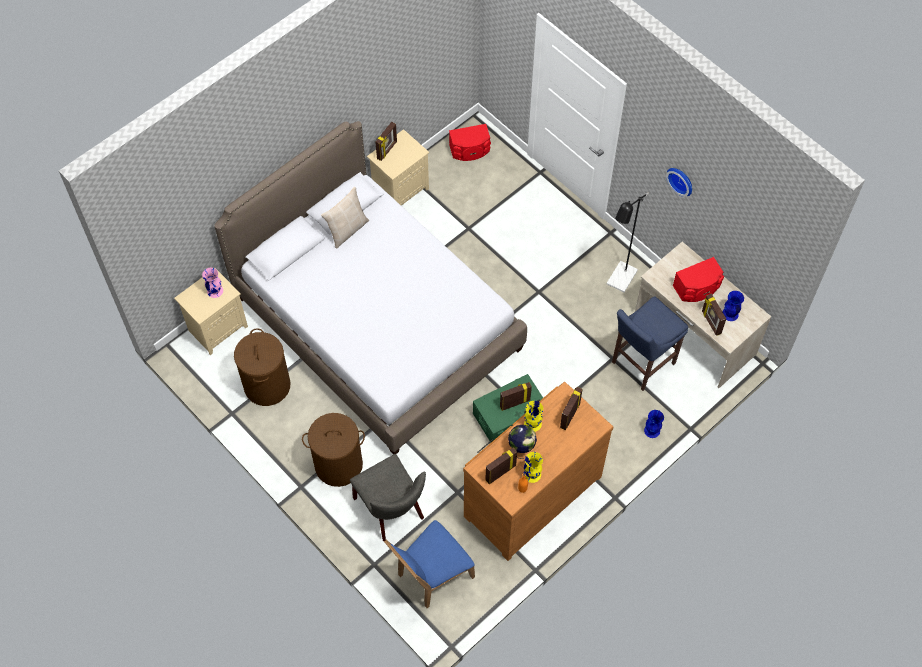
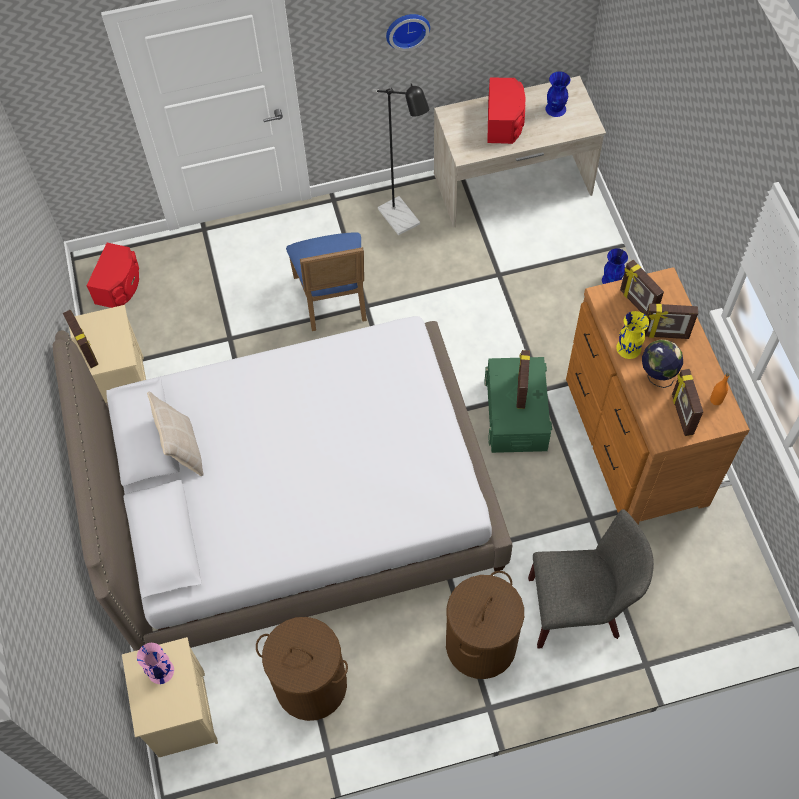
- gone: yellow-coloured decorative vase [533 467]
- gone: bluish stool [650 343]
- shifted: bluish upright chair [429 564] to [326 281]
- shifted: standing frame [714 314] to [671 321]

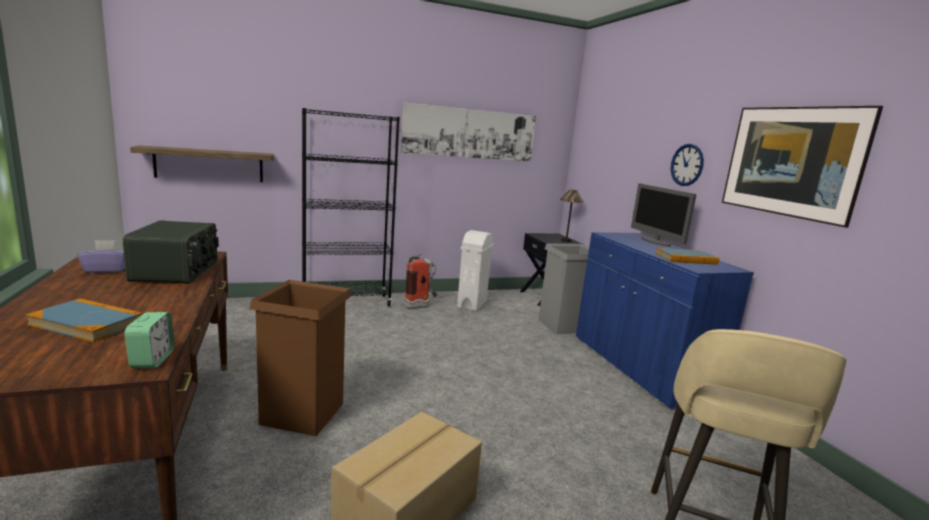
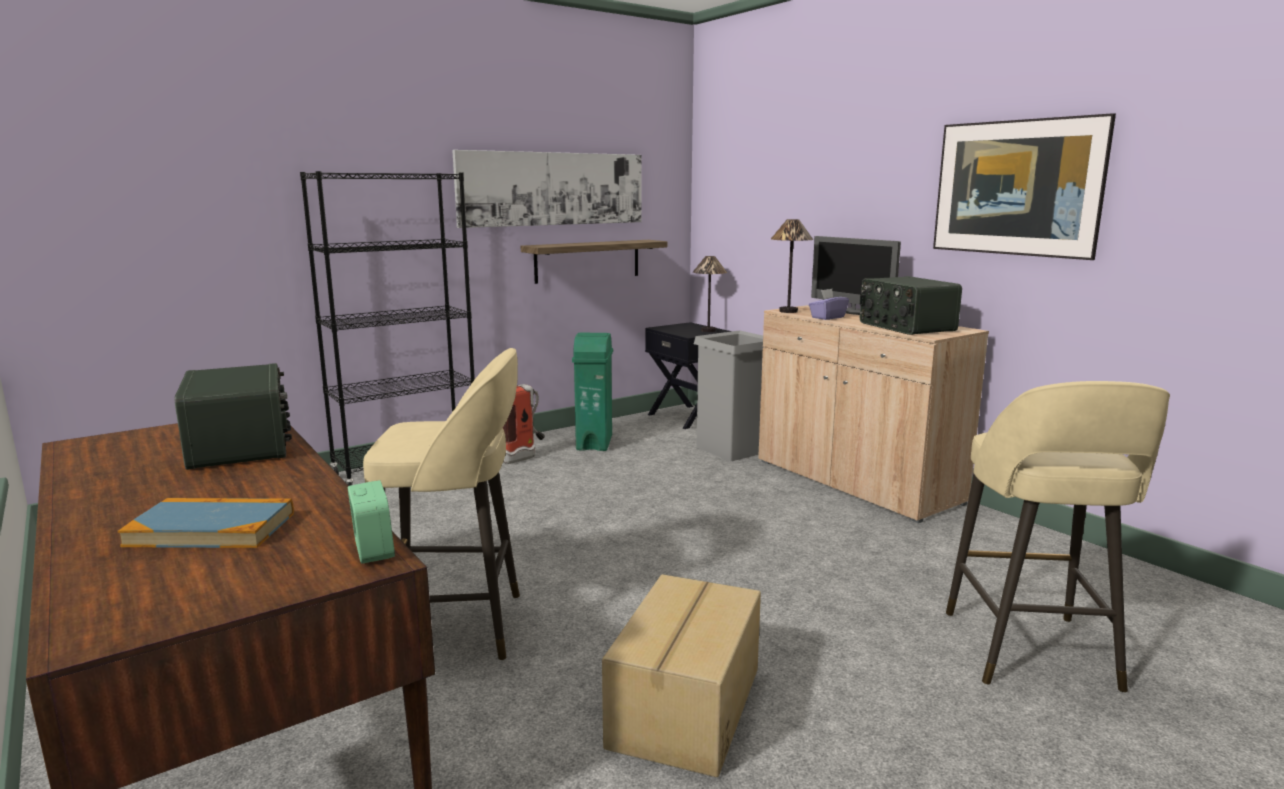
- gone: clock on the wall [687 165]
- new: tabletop lamp [792 266]
- shifted: purple-coloured tissue box [101 256] to [829 304]
- shifted: bracket shelf [202 164] to [594 262]
- swapped: brown-coloured waste bin [300 358] to beige-coloured stool [441 504]
- swapped: book [688 256] to radio set [911 305]
- repainted: white-coloured waste bin [475 270] to green waste bin [592 392]
- repainted: bluish storage cabinet [665 321] to beige-coloured storage cabinet [873 414]

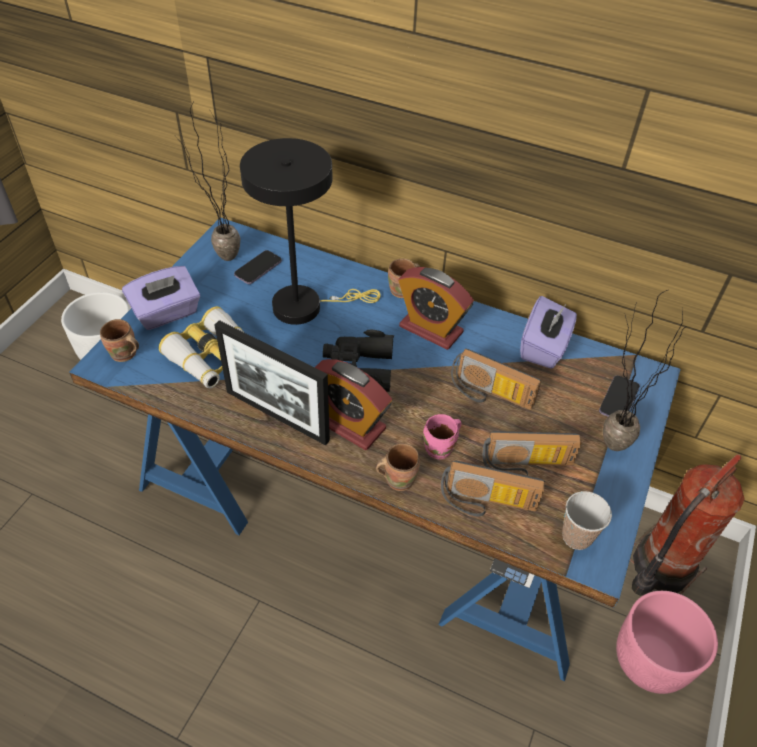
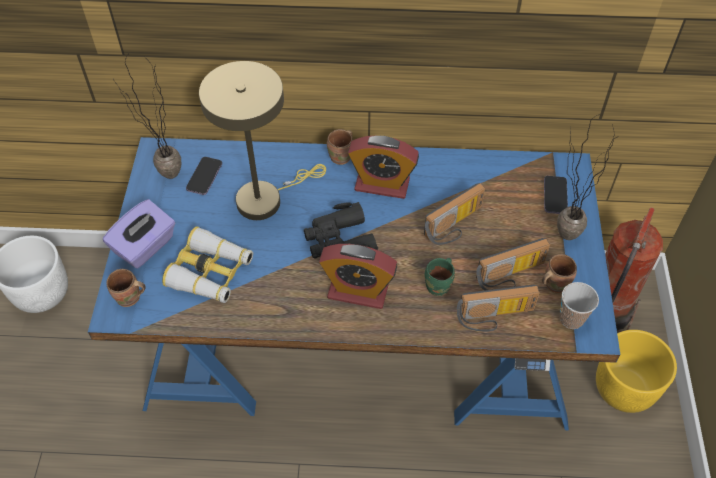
- gone: standing frame [272 382]
- gone: purple-coloured tissue box [548 332]
- shifted: brown-coloured coffee mug [398 467] to [559 273]
- repainted: black-coloured tabletop lamp [310 231] to beige-coloured tabletop lamp [262 140]
- repainted: pink coffee mug [442 437] to green coffee mug [440 277]
- repainted: pink flower pot [667 642] to yellow-coloured flower pot [636 371]
- rotated: radio set [496 379] = [454 214] 45 degrees counterclockwise

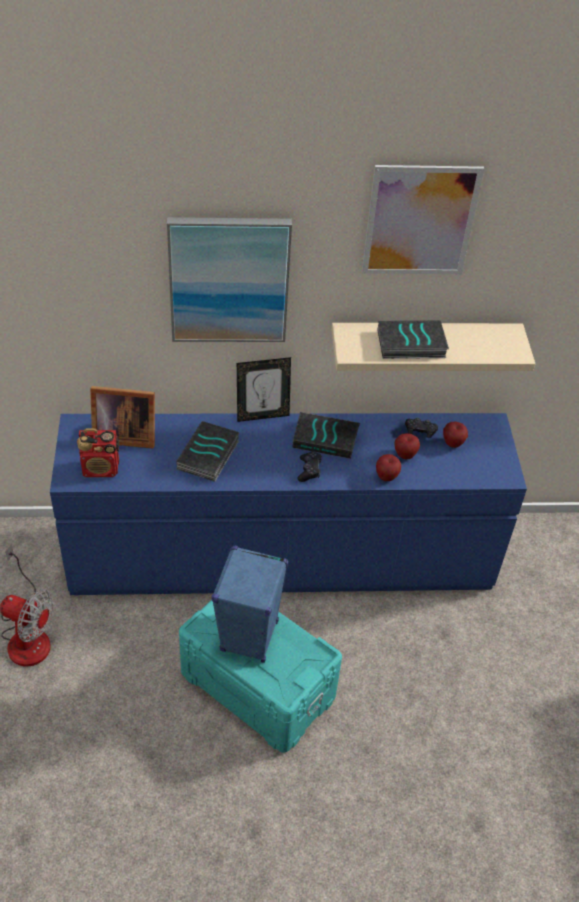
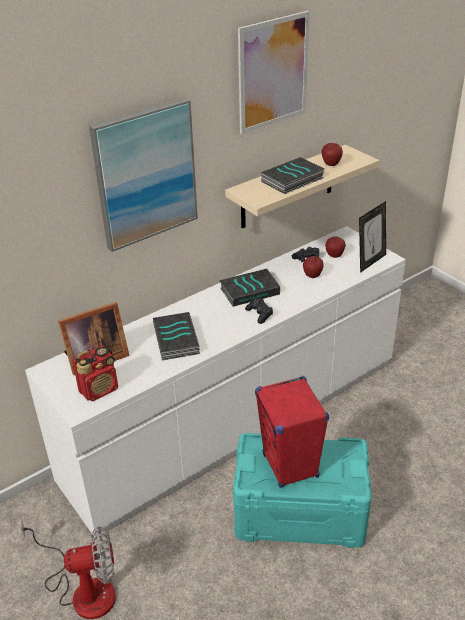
- shifted: standing frame [264 389] to [372 237]
- shifted: apple fruit [388 467] to [332 154]
- repainted: bluish chest of drawers [288 504] to white-coloured chest of drawers [215 381]
- repainted: bluish audio speaker [249 604] to reddish audio speaker [292 432]

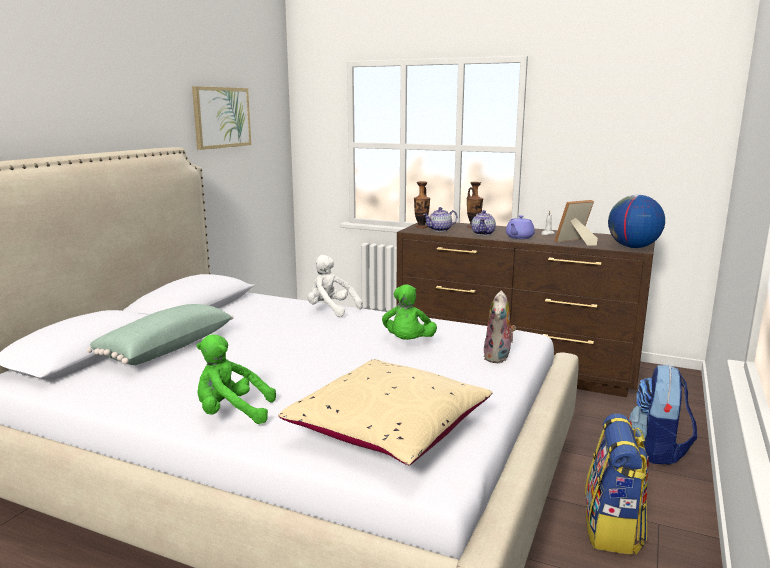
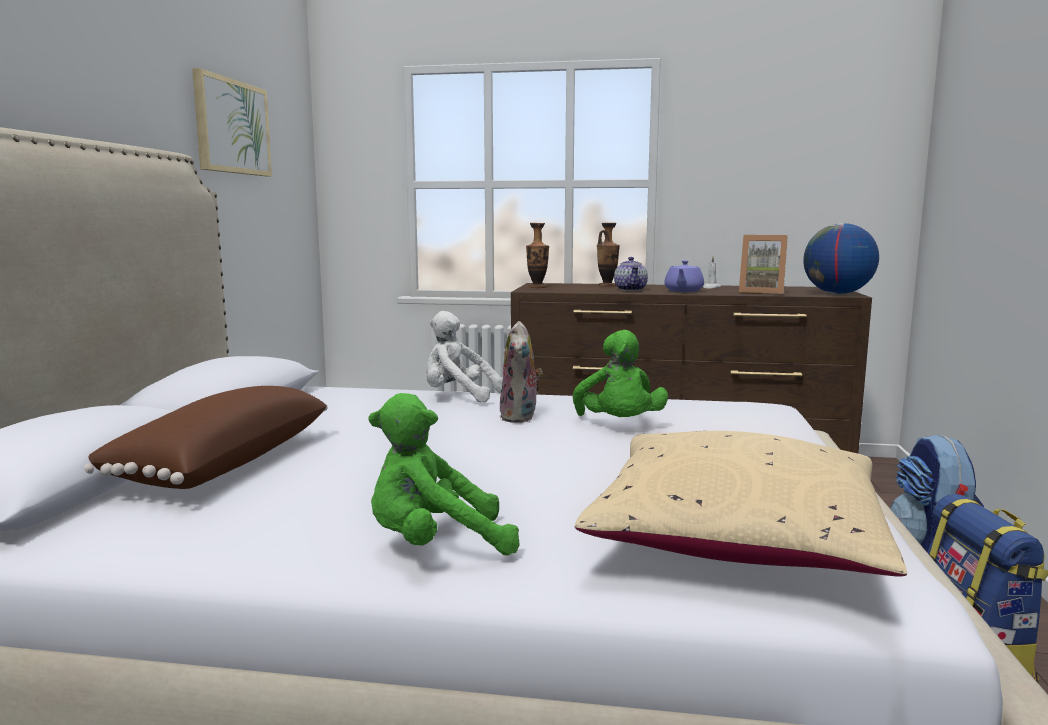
- gone: teapot [440 219]
- shifted: soft toy [500 327] to [521 372]
- repainted: green throw pillow [160 334] to brown-coloured throw pillow [206 437]
- rotated: standing frame [576 223] = [763 265] 120 degrees counterclockwise

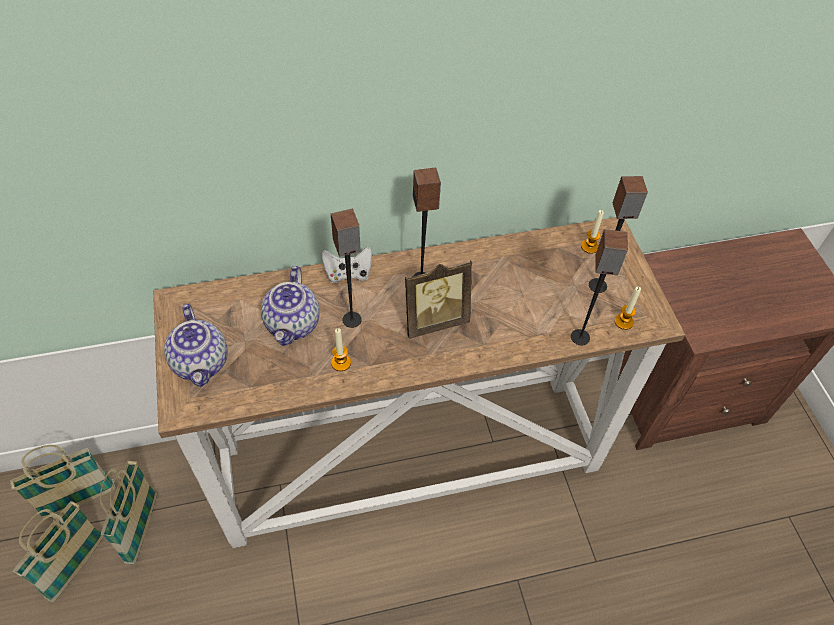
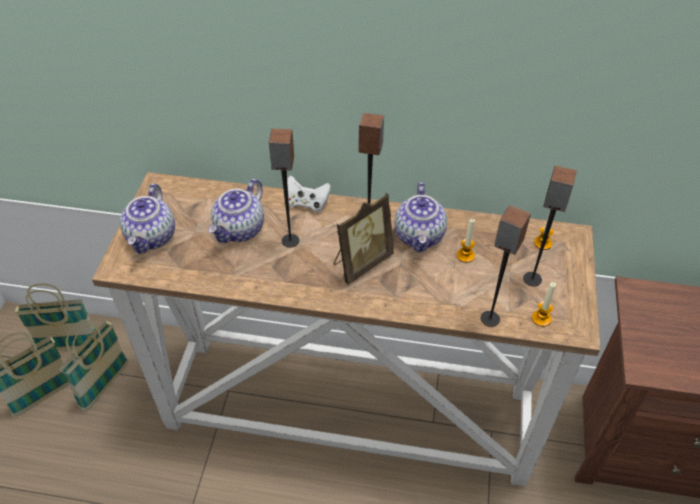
- new: teapot [420 217]
- shifted: candle [341 349] to [466 241]
- rotated: standing frame [438 299] = [364 239] 45 degrees counterclockwise

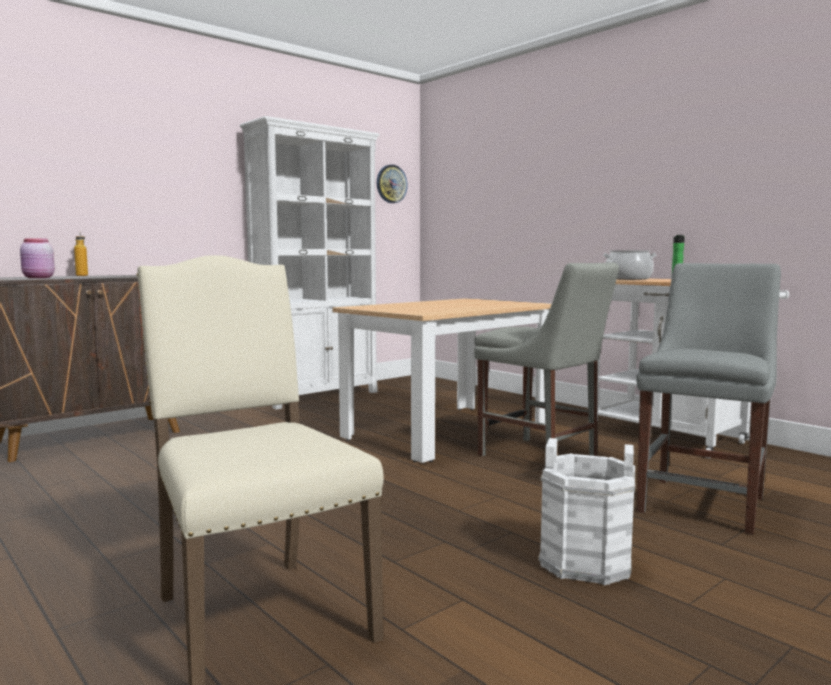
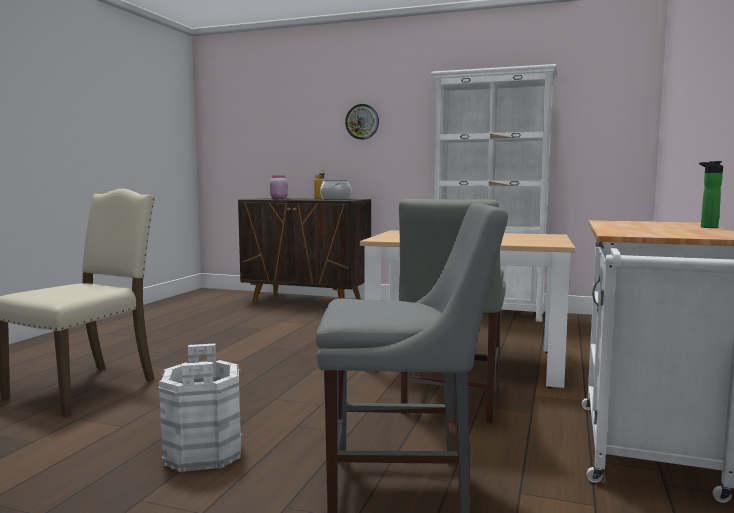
- shifted: clock on the wall [392 184] to [362 122]
- shifted: saucepot [630 265] to [336 190]

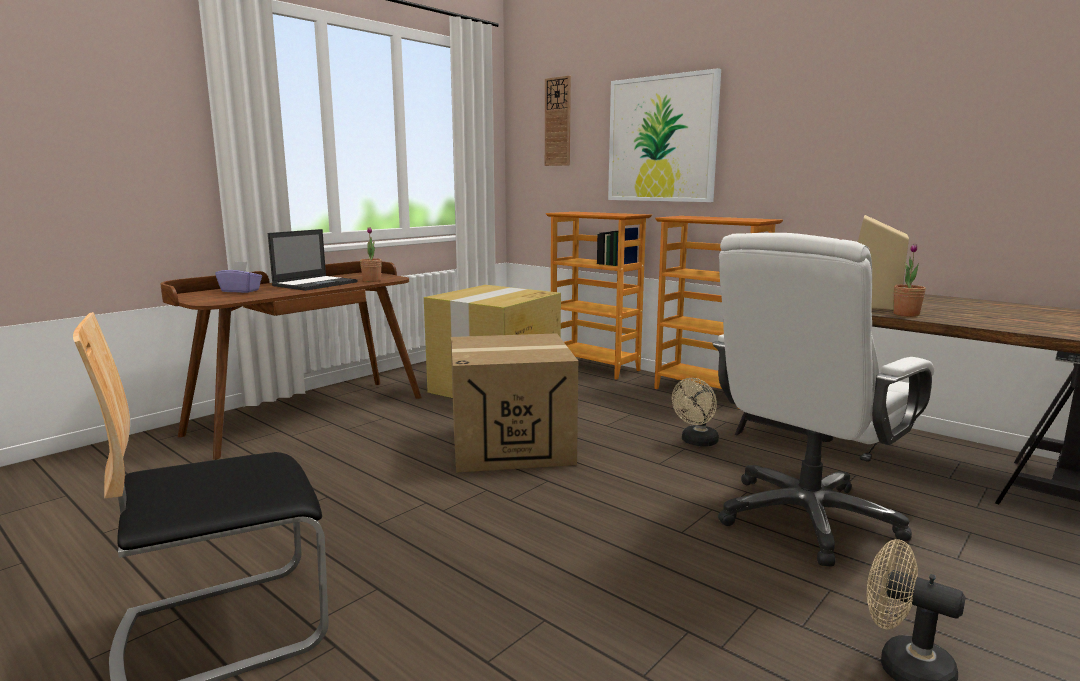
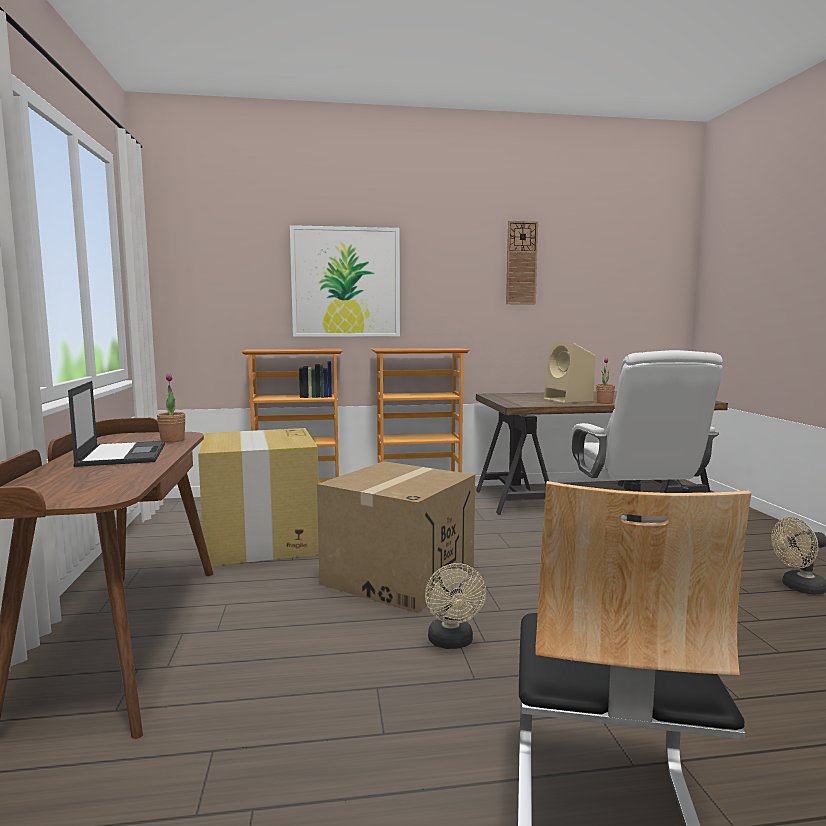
- gone: purple-coloured tissue box [238 277]
- shifted: clock on the wall [558 121] to [522 262]
- shifted: beige-coloured fan [695 412] to [455 606]

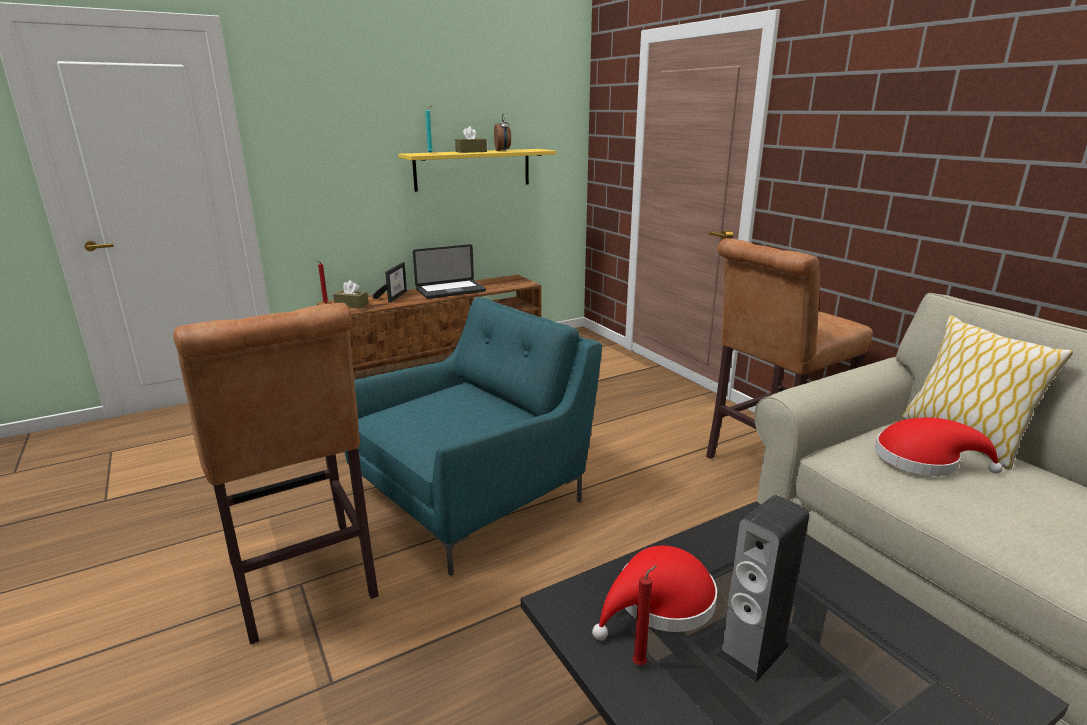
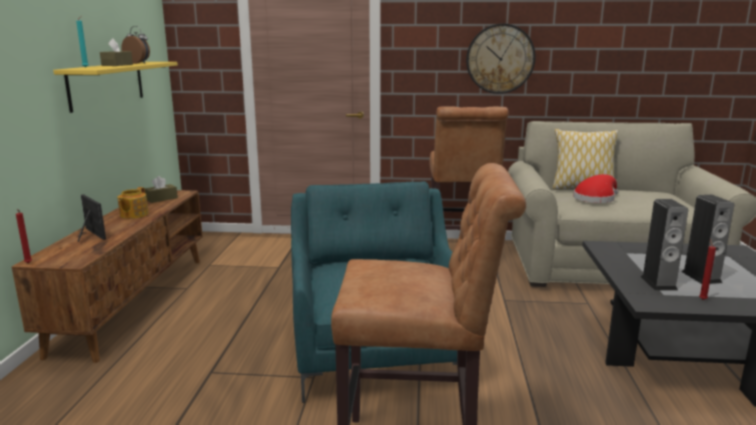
- new: clock on the wall [501 58]
- shifted: brown-coloured tissue box [351 294] to [161 189]
- swapped: portable computer [449 271] to teapot [133 203]
- swapped: reddish wearable hat [654 593] to audio speaker [664 244]

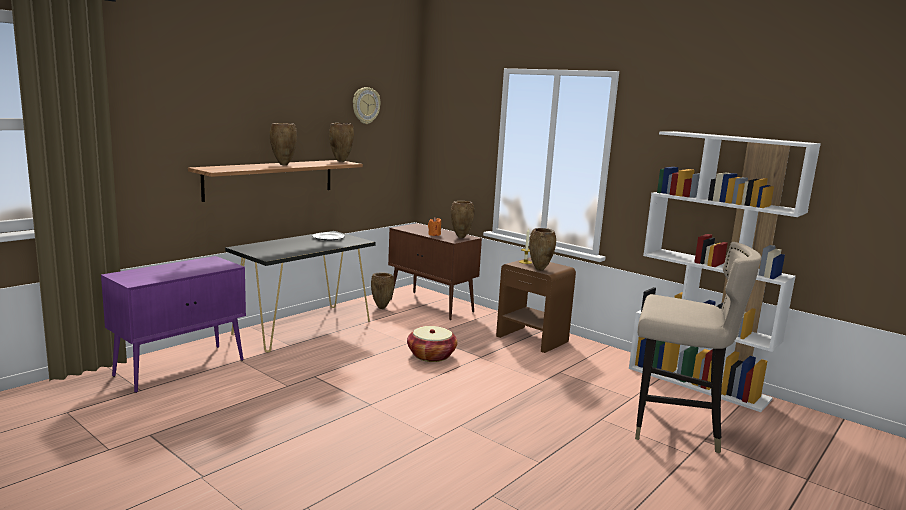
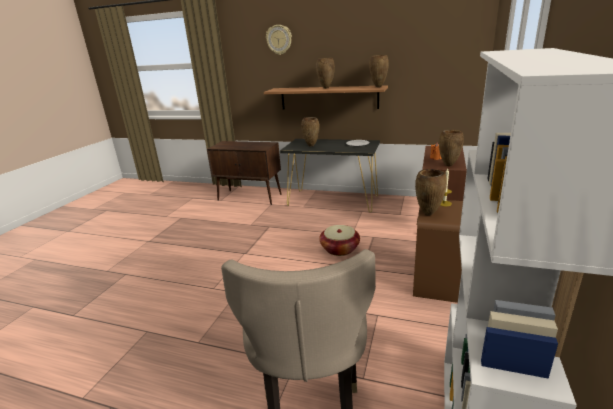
- shifted: clock on the wall [367 105] to [279 40]
- shifted: brown-coloured decorative vase [382 290] to [310 132]
- repainted: purple-coloured storage cabinet [173 324] to brown-coloured storage cabinet [244 173]

